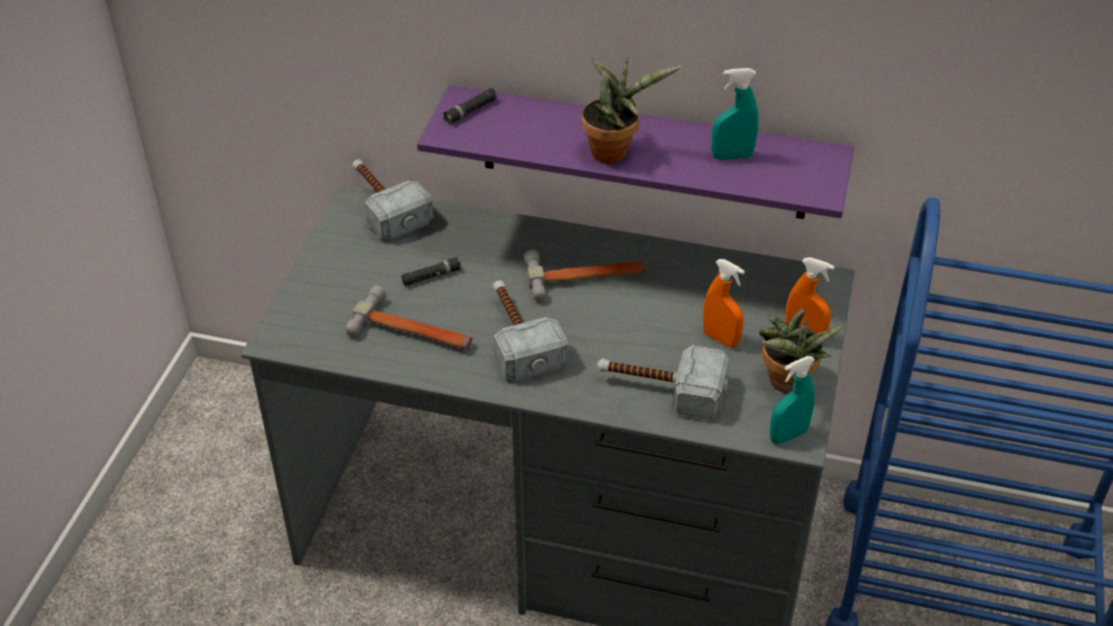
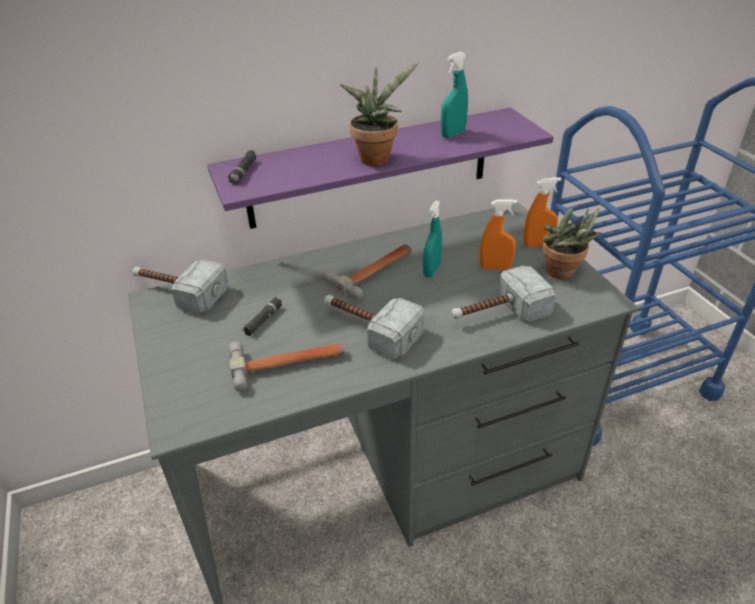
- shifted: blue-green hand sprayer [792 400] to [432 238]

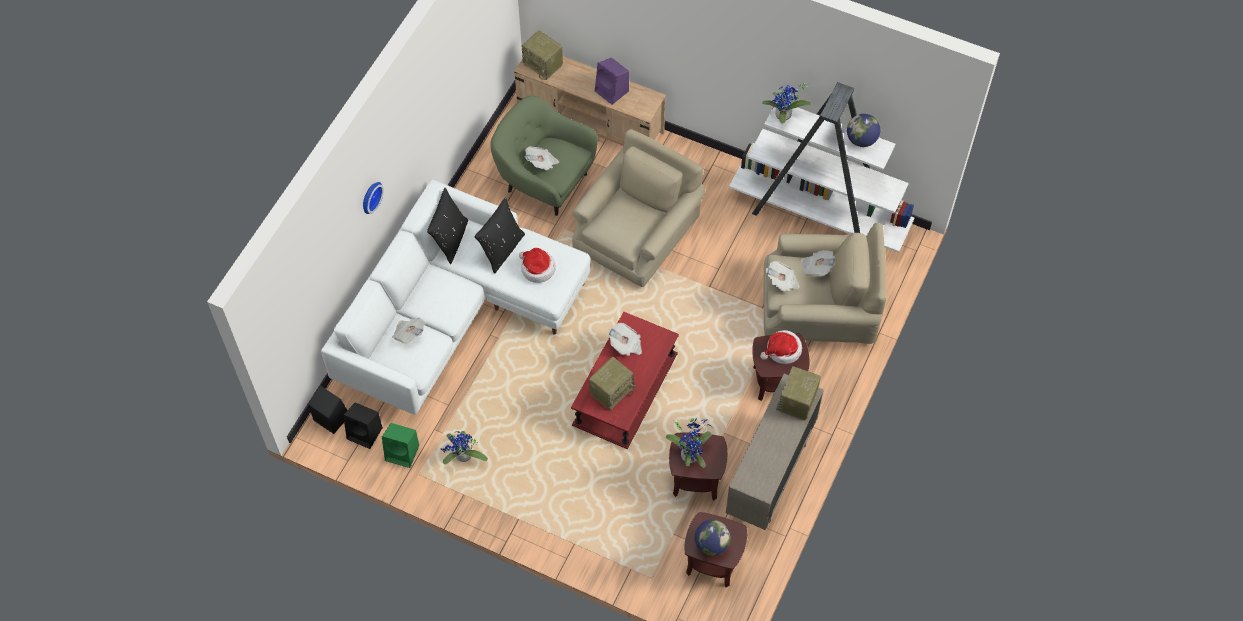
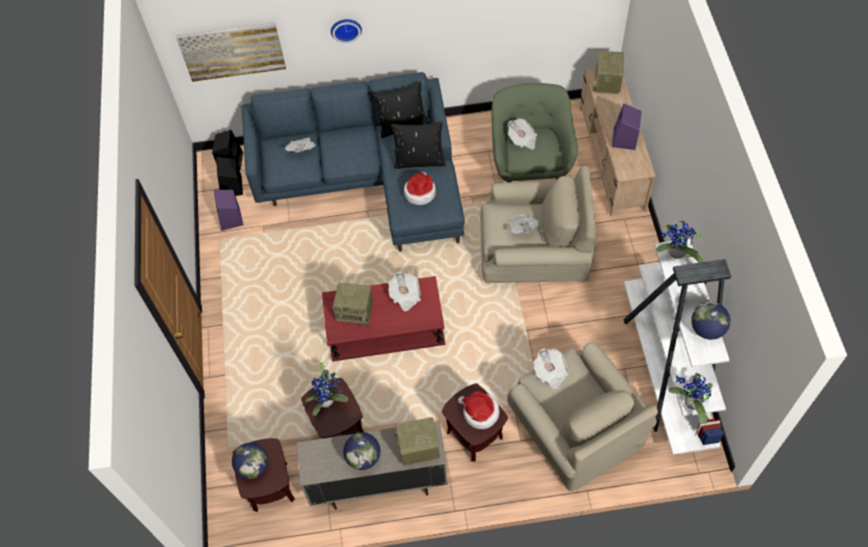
- new: wall picture [231 52]
- new: world globe [361 451]
- shifted: potted plant [464 448] to [691 398]
- shifted: daily paper [818 263] to [523 224]
- repainted: white-coloured couch [456 297] to bluish couch [353 162]
- repainted: green audio speaker [401 445] to purple-coloured audio speaker [228 210]

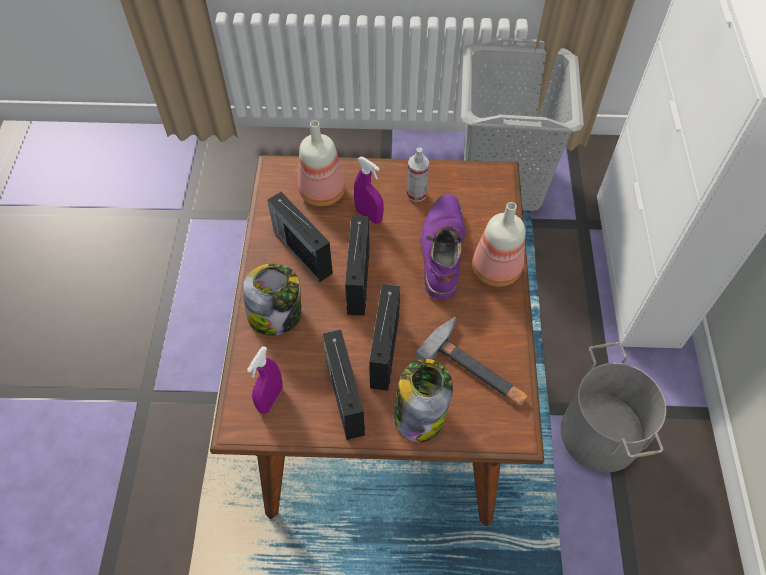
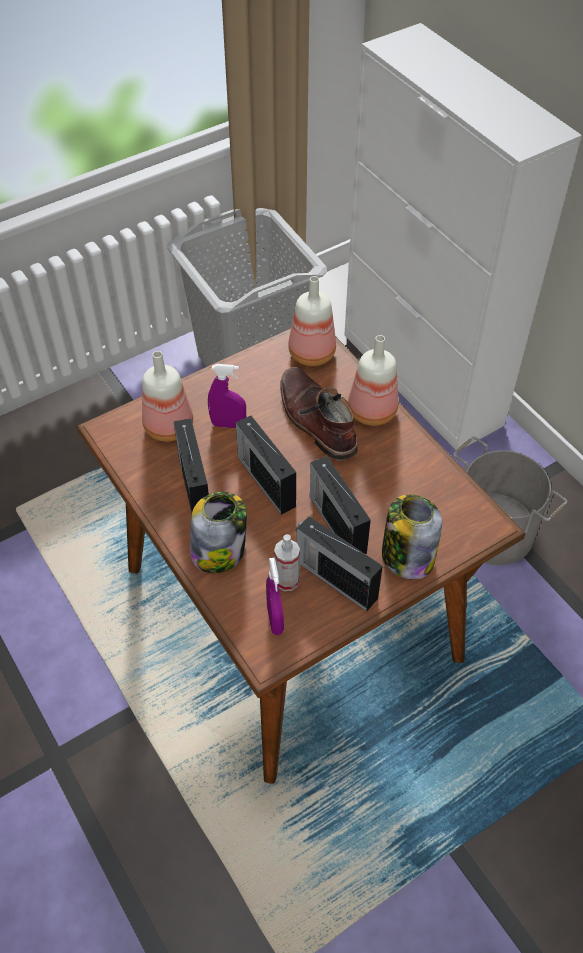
- gone: tool hammer [472 362]
- new: drink bottle [312 321]
- shifted: hand sprayer [418 174] to [287 562]
- repainted: purple-coloured boot [443 247] to brown-coloured boot [318 413]
- rotated: radio set [300 237] = [191 465] 60 degrees clockwise

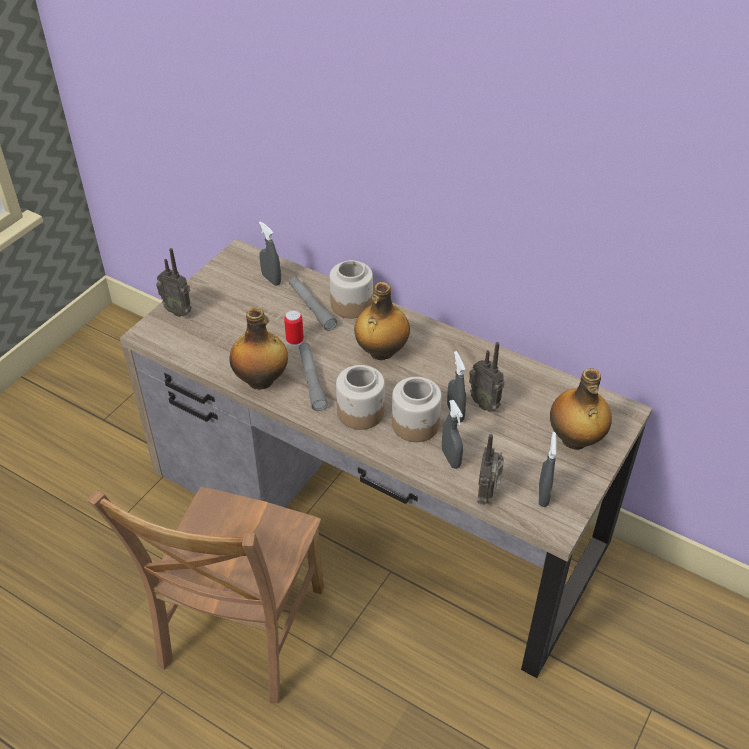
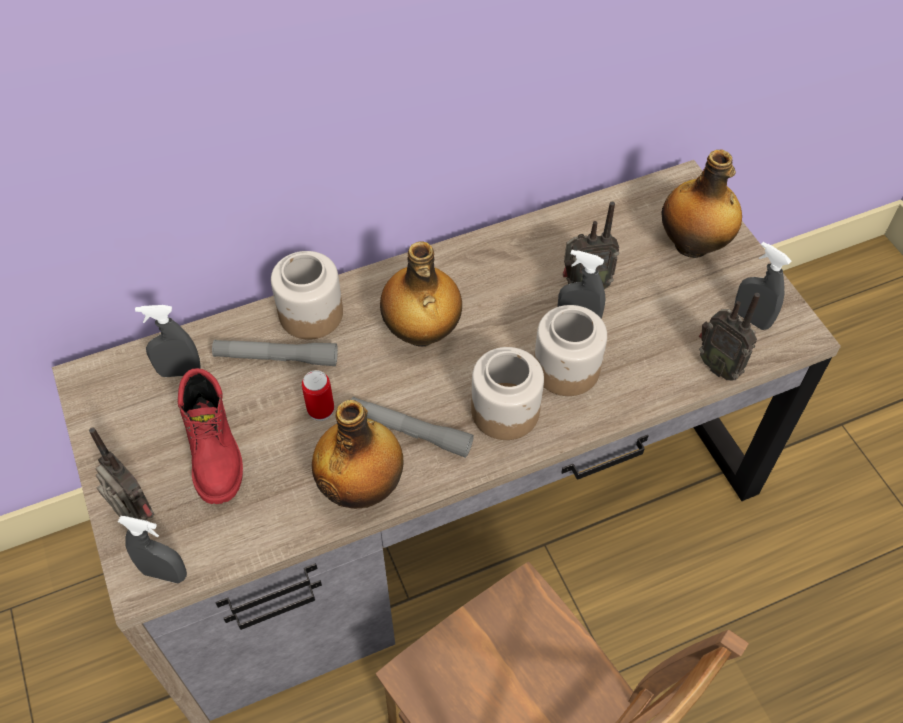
- new: reddish boot [210 436]
- shifted: gray hand sprayer [452 434] to [152 549]
- rotated: radio set [174 282] = [121 474] 105 degrees counterclockwise

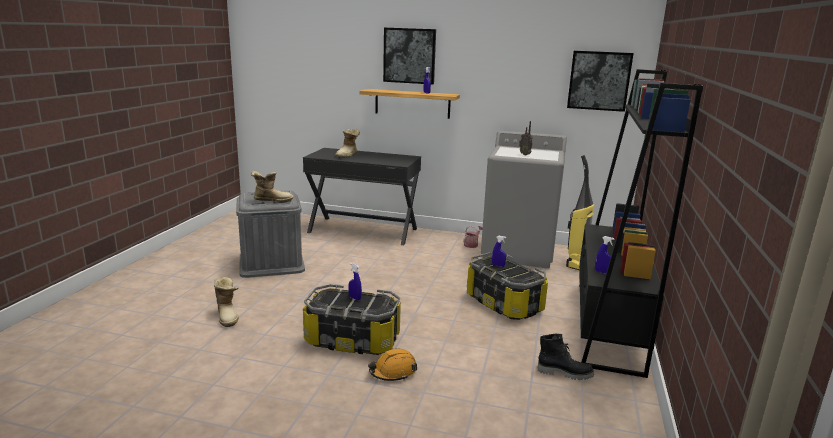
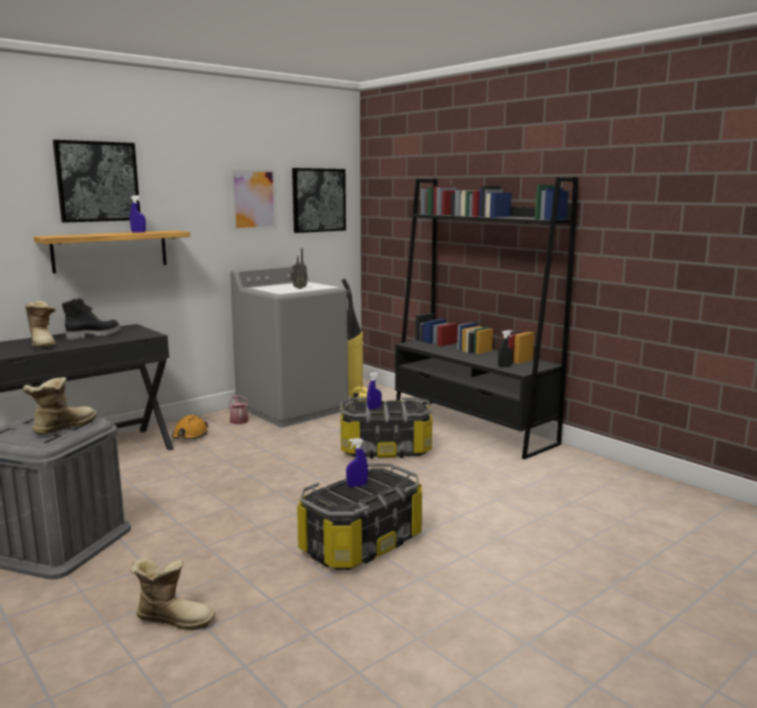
- new: wall picture [253 200]
- shifted: orangey safety helmet [392 364] to [190 427]
- shifted: black-coloured boot [565 357] to [91 319]
- repainted: bluish hand sprayer [605 255] to black-coloured hand sprayer [505 348]

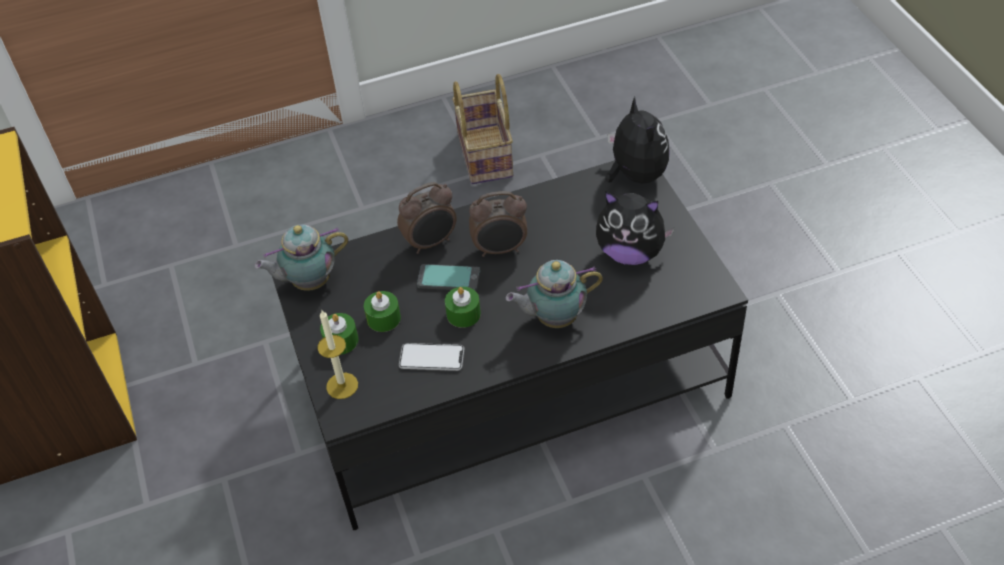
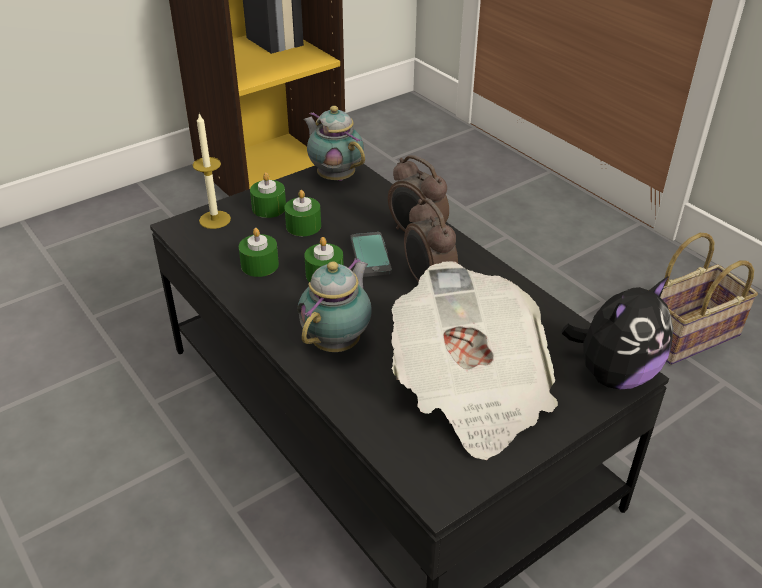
- swapped: telephone [431 357] to green candle [259 252]
- swapped: soft toy [635 228] to daily paper [474 360]
- rotated: teapot [554 294] = [335 305] 60 degrees clockwise

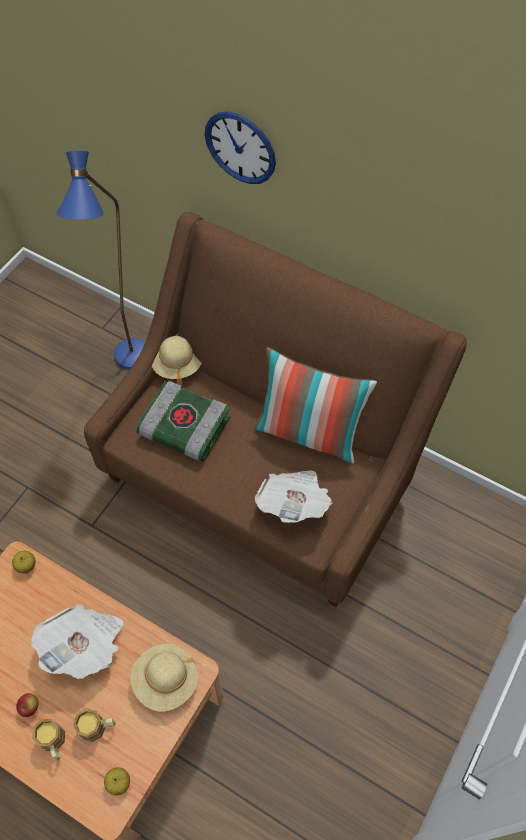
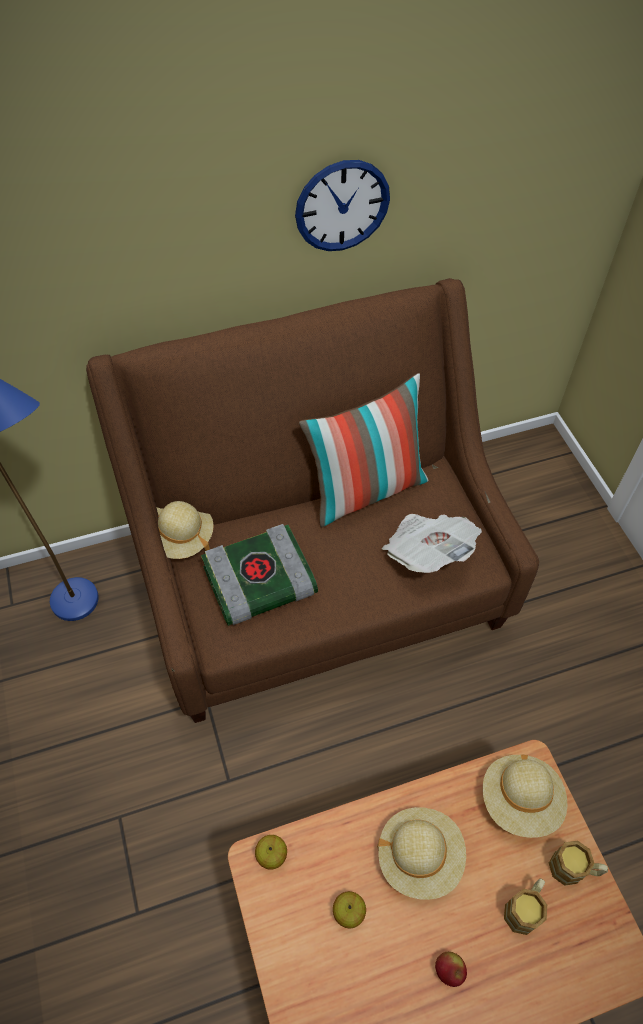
- shifted: coffee mug [48 739] to [578 863]
- shifted: apple fruit [117 781] to [349 909]
- shifted: clock on the wall [240 147] to [342 205]
- swapped: daily paper [77 641] to beige-coloured wearable hat [421 853]

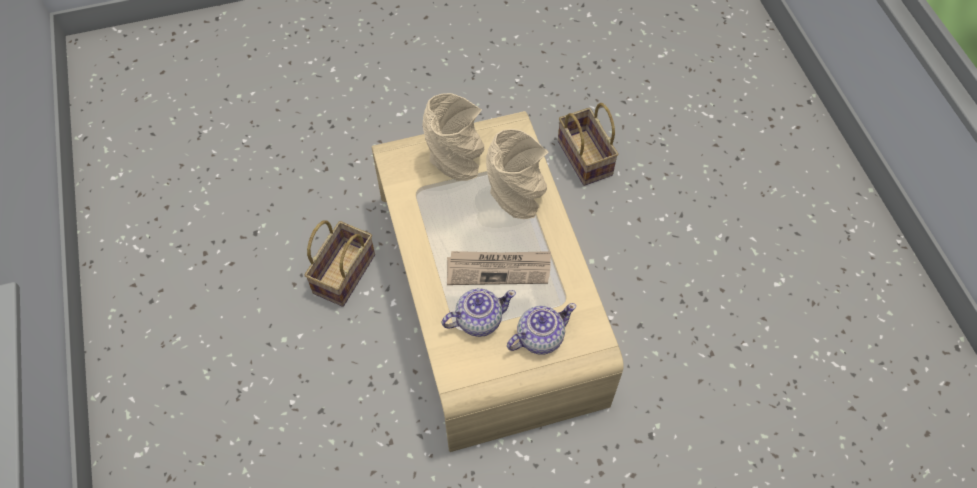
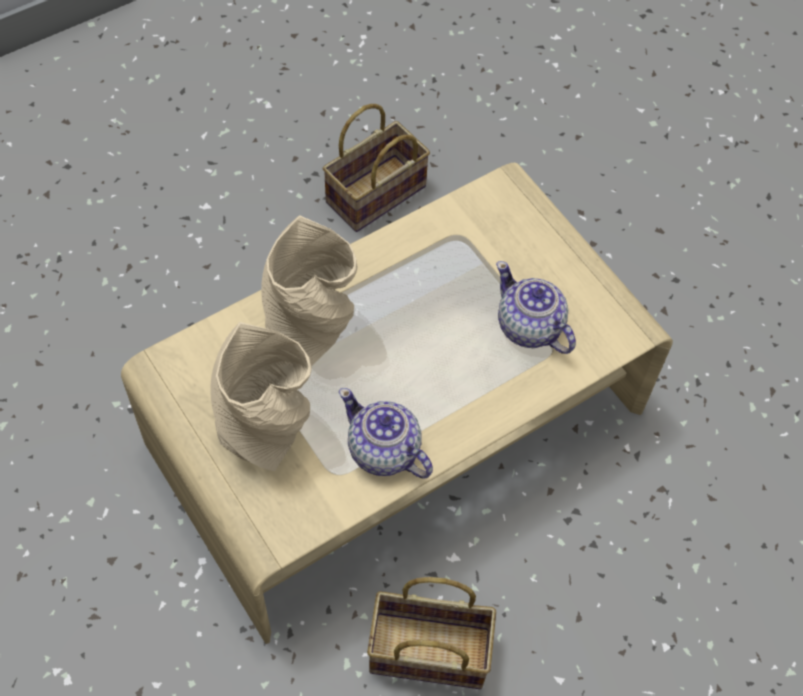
- gone: daily paper [499 268]
- shifted: teapot [541 329] to [386 433]
- shifted: household basket [588 144] to [376 168]

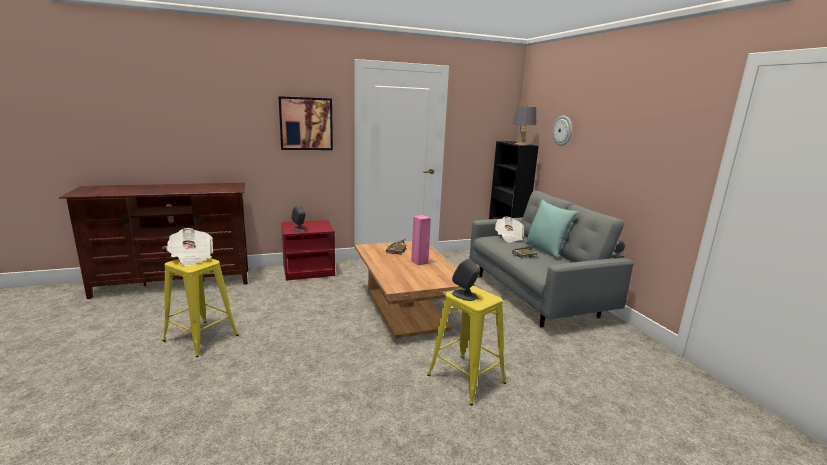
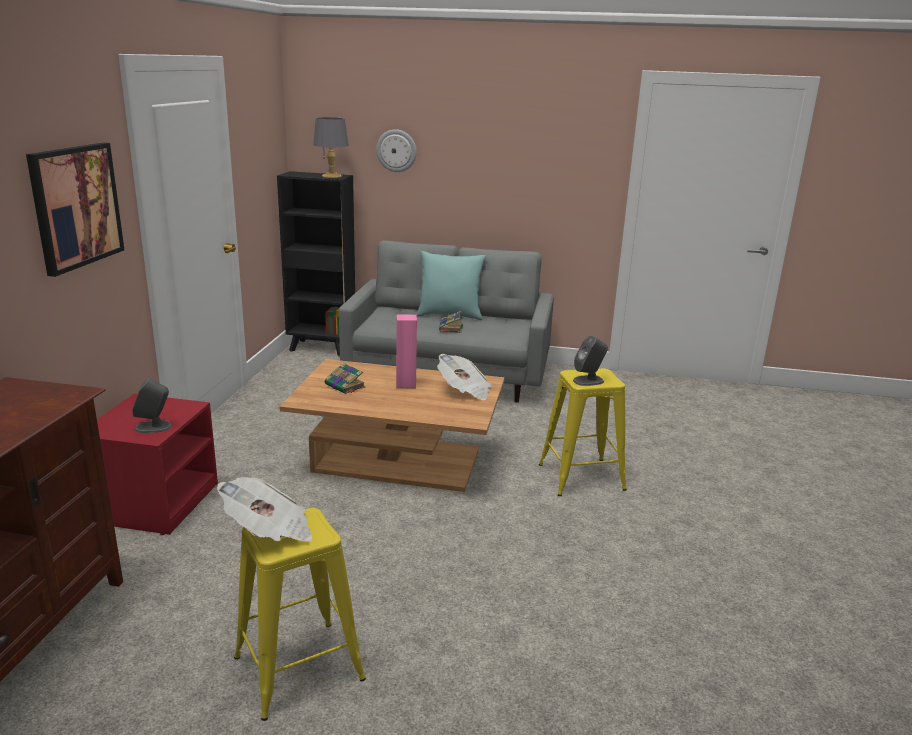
- shifted: daily paper [509 229] to [464 377]

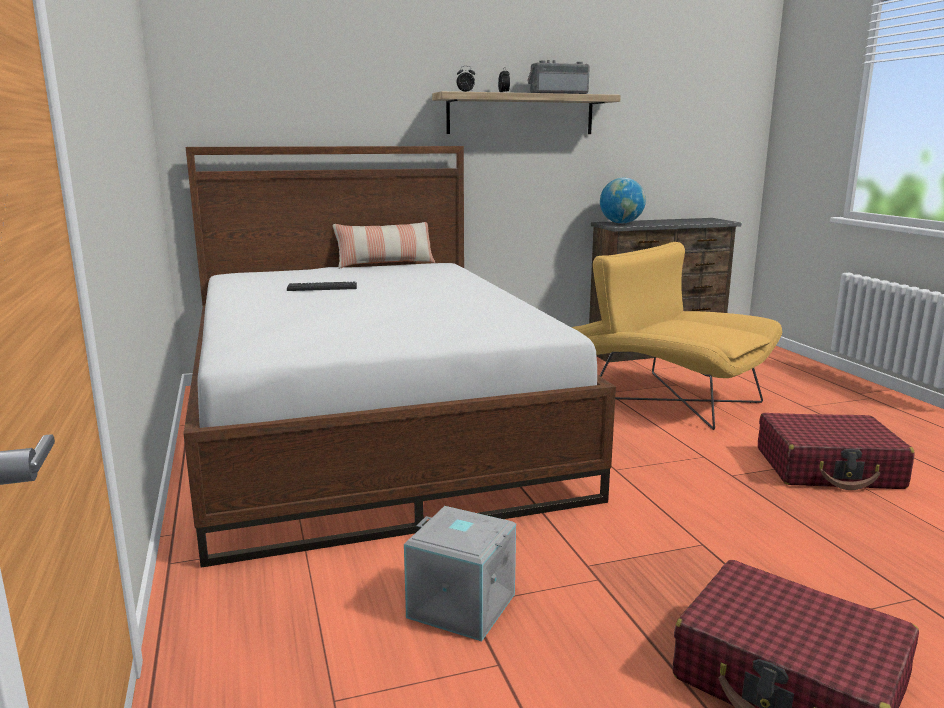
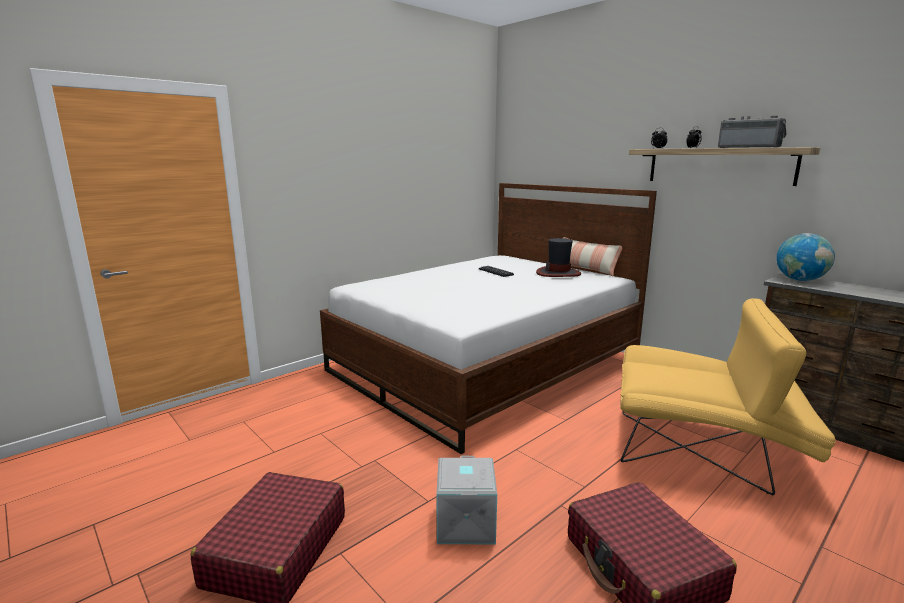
- new: wearable hat [558 257]
- shifted: gray storage container [460 573] to [466 500]
- rotated: yellow-coloured easy chair [676 336] = [728 397] 90 degrees clockwise

